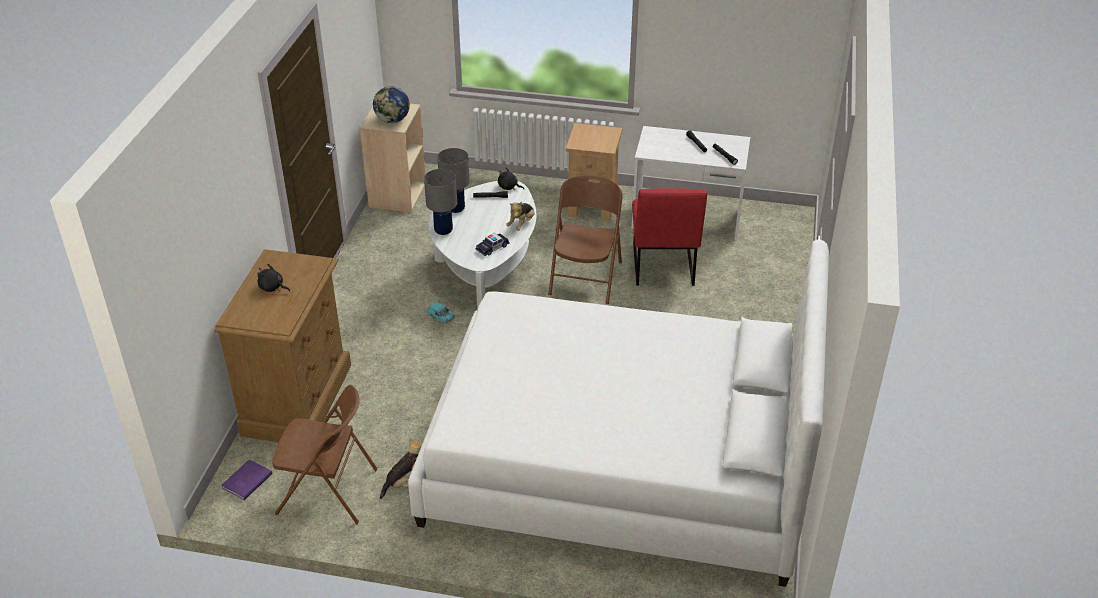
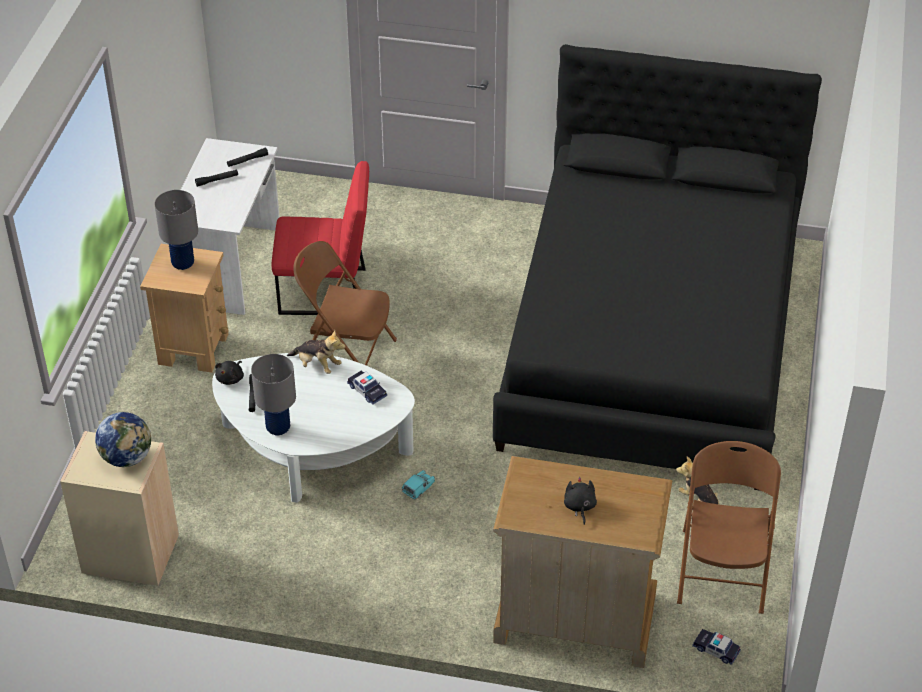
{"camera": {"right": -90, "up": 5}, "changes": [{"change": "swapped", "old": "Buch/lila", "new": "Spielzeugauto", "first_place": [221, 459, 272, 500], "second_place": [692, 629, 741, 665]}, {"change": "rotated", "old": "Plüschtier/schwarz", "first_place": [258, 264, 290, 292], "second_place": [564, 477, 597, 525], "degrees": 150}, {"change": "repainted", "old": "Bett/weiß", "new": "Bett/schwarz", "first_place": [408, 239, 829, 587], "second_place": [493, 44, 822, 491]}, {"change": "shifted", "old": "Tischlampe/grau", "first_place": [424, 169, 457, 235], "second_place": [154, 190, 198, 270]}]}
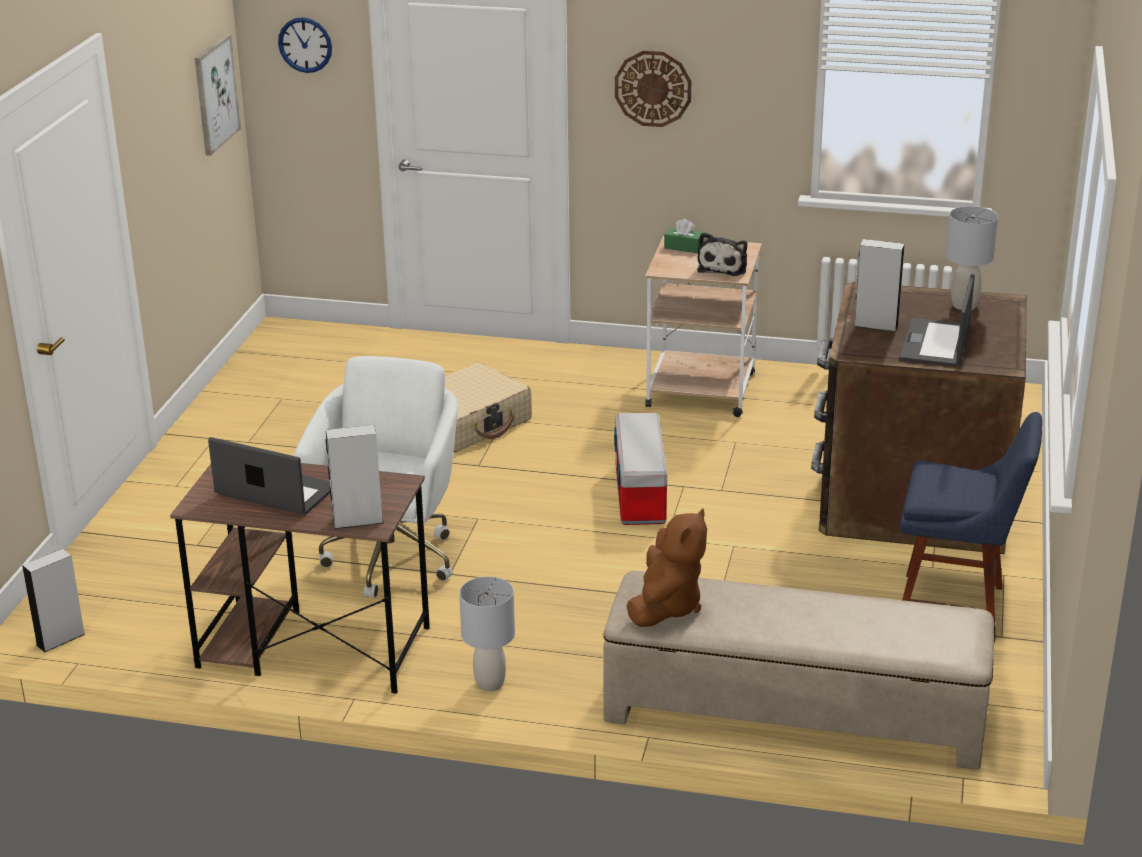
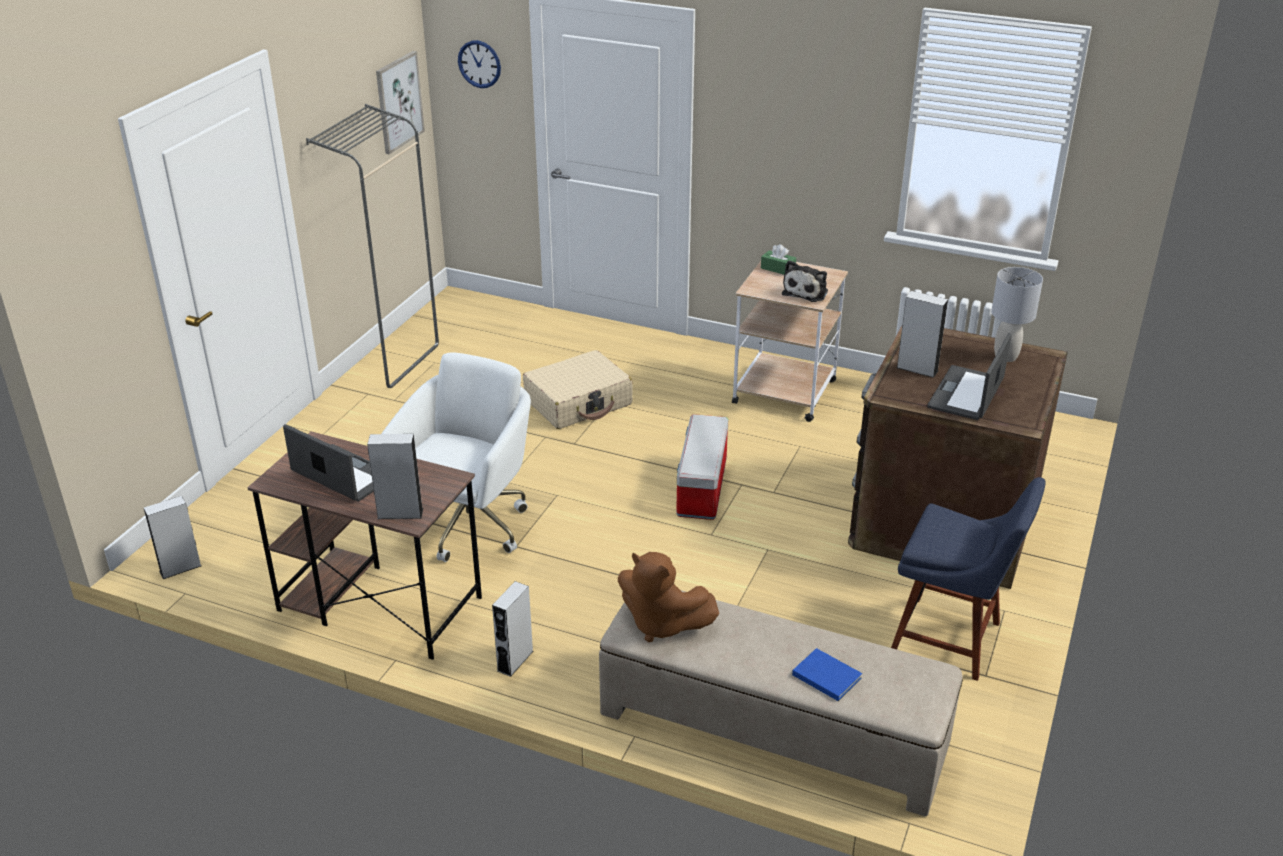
{"camera": {"right": 10, "up": 5}, "changes": [{"change": "swapped", "old": "Tischlampe/grau", "new": "Lautsprecher/grau", "first_place": [459, 577, 515, 691], "second_place": [492, 581, 533, 677]}, {"change": "gone", "old": "Wanduhr", "first_place": [615, 51, 691, 127]}, {"change": "rotated", "old": "Plüschtier/braun", "first_place": [627, 508, 707, 627], "second_place": [618, 552, 719, 642], "degrees": 90}, {"change": "new", "new": "Kleiderständer/grau", "second_place": [306, 104, 439, 388]}, {"change": "new", "new": "Buch/blau", "second_place": [792, 648, 862, 701]}]}
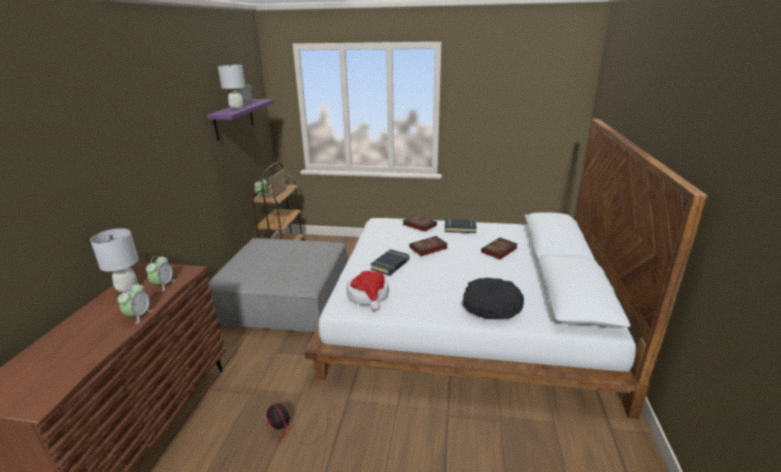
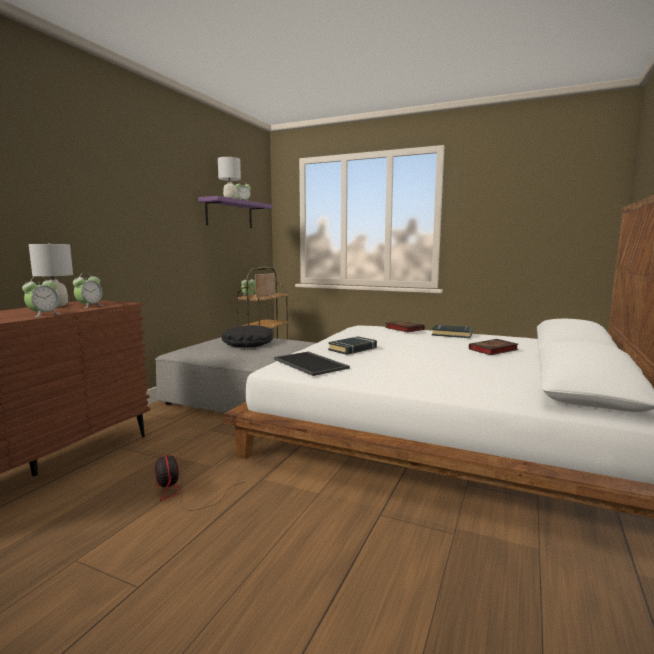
{"camera": {"right": 15, "up": -15}, "changes": [{"change": "swapped", "old": "Hut", "new": "Tablett", "first_place": [347, 271, 389, 311], "second_place": [274, 351, 350, 376]}, {"change": "gone", "old": "Buch", "first_place": [409, 236, 448, 256]}, {"change": "shifted", "old": "Kissen/schwarz", "first_place": [463, 278, 524, 319], "second_place": [222, 325, 273, 348]}]}
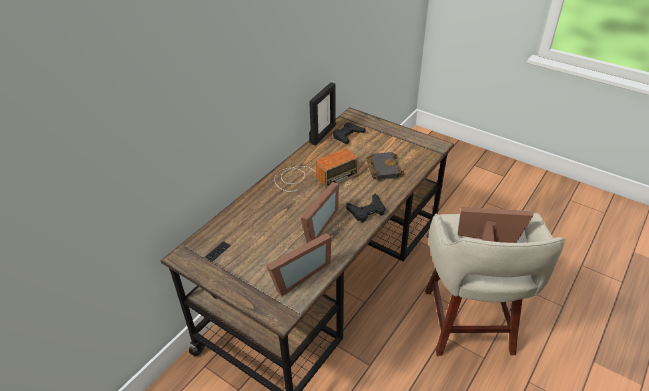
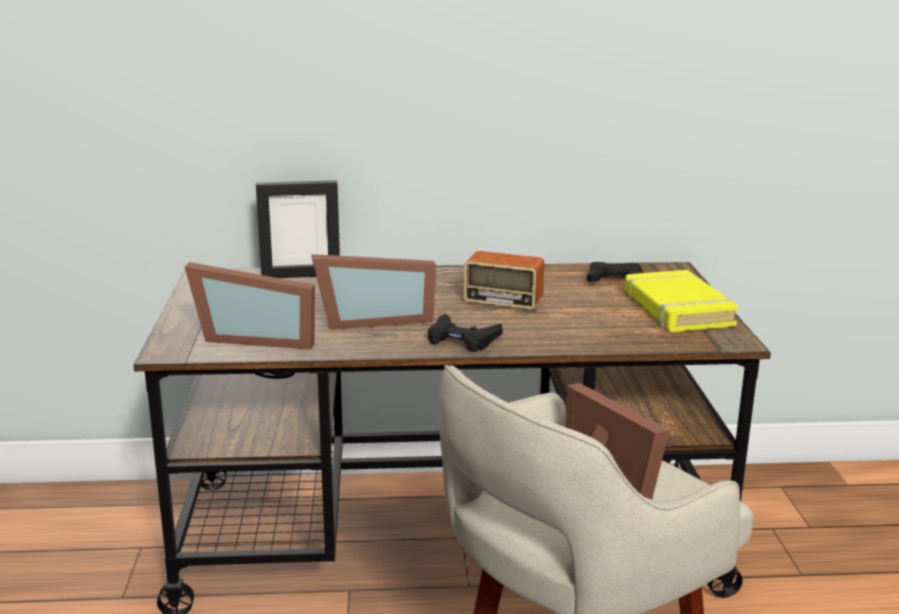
{"camera": {"right": 50, "up": -20}, "changes": [{"change": "shifted", "old": "Bilderrahmen", "first_place": [309, 82, 336, 146], "second_place": [256, 180, 340, 278]}, {"change": "gone", "old": "Buch/schwarz", "first_place": [366, 152, 404, 180]}, {"change": "new", "new": "Buch/gelb", "second_place": [625, 270, 739, 332]}]}
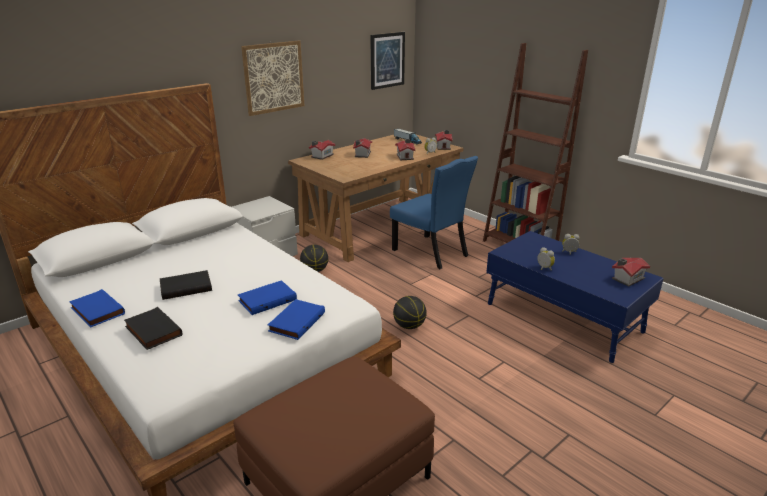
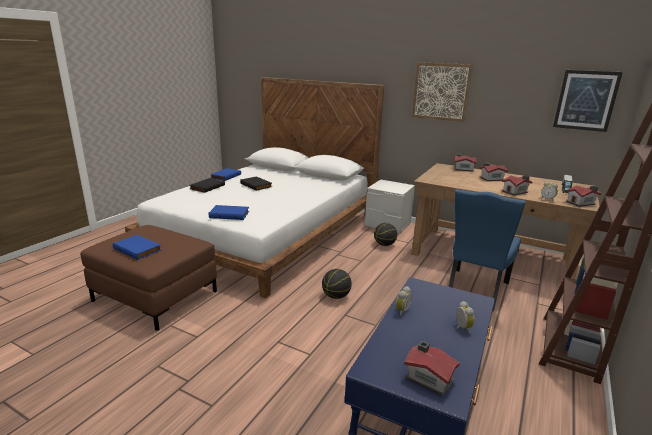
{"camera": {"right": 70, "up": -5}, "changes": [{"change": "shifted", "old": "Buch/blau", "first_place": [238, 280, 297, 315], "second_place": [113, 235, 161, 260]}]}
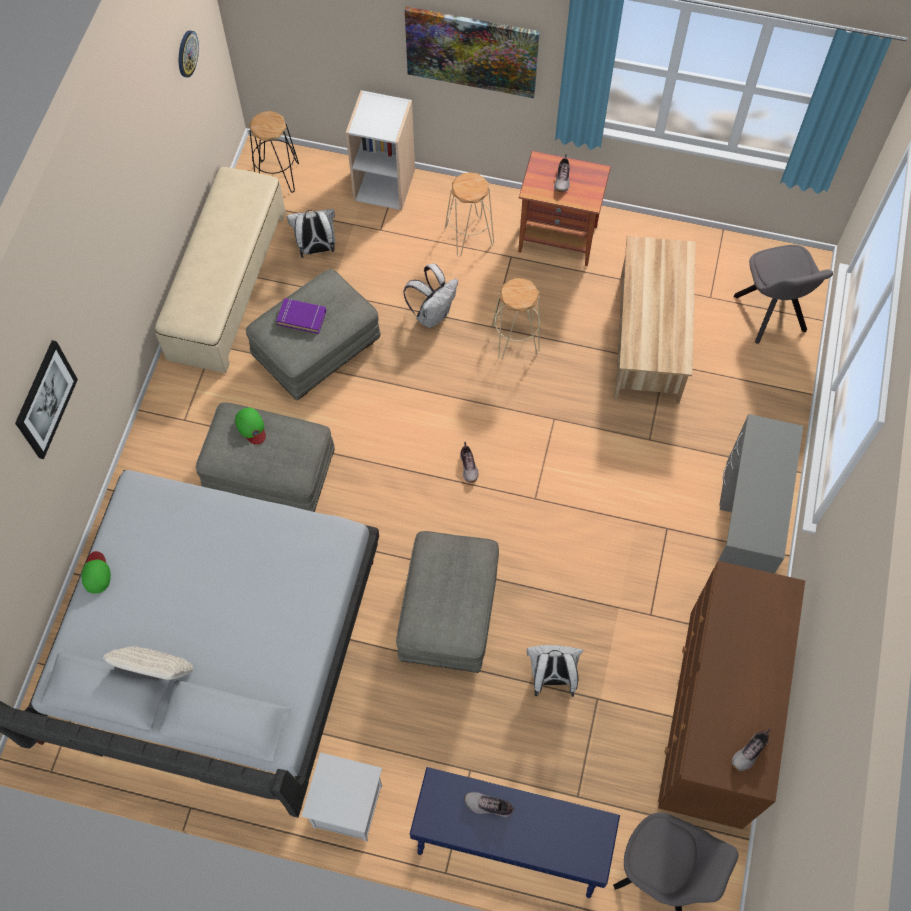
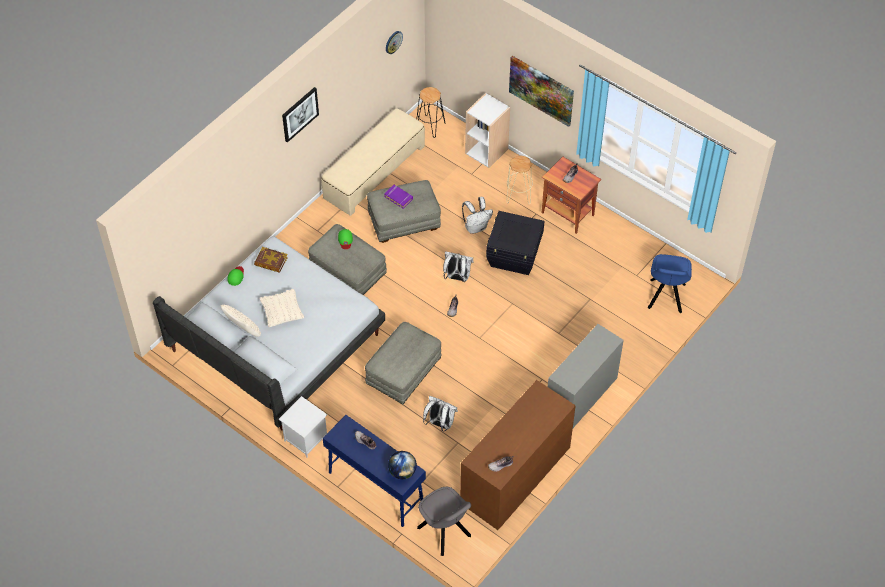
{"camera": {"right": 25, "up": -10}, "changes": [{"change": "shifted", "old": "Bild", "first_place": [15, 340, 78, 459], "second_place": [282, 87, 319, 143]}, {"change": "shifted", "old": "Rucksack/weiß", "first_place": [287, 209, 335, 258], "second_place": [443, 252, 473, 282]}, {"change": "swapped", "old": "Hocker/beige", "new": "Aufbewahrungsbox/schwarz", "first_place": [492, 278, 540, 359], "second_place": [486, 211, 545, 275]}, {"change": "gone", "old": "Couchtisch/beige", "first_place": [614, 236, 696, 404]}, {"change": "repainted", "old": "Stuhl/grau", "new": "Stuhl/blau", "first_place": [733, 245, 833, 344], "second_place": [648, 254, 692, 313]}, {"change": "new", "new": "Buch", "second_place": [254, 247, 288, 273]}, {"change": "new", "new": "Kissen/beige", "second_place": [260, 289, 304, 327]}, {"change": "new", "new": "Globus", "second_place": [388, 451, 417, 479]}]}
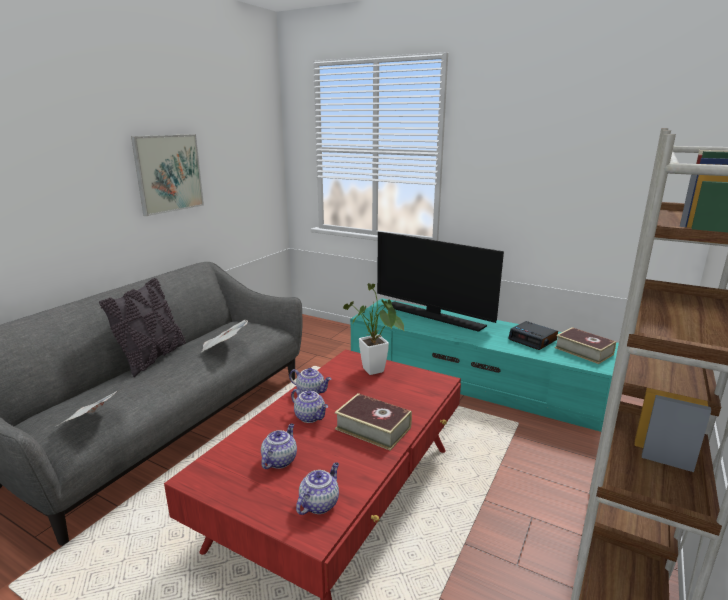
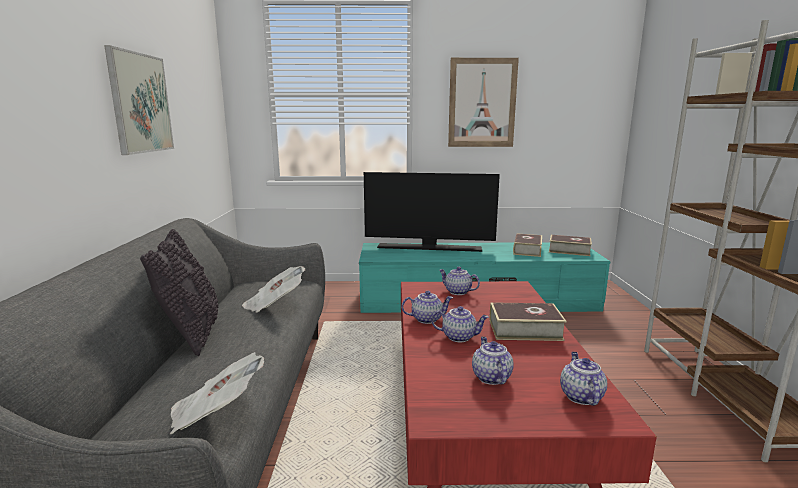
{"camera": {"right": -30, "up": -5}, "changes": [{"change": "swapped", "old": "Topfpflanze", "new": "Teekanne", "first_place": [343, 283, 405, 375], "second_place": [439, 267, 480, 295]}, {"change": "swapped", "old": "Wecker", "new": "Buch", "first_place": [508, 321, 558, 350], "second_place": [513, 234, 542, 257]}, {"change": "new", "new": "Bild", "second_place": [448, 58, 519, 147]}]}
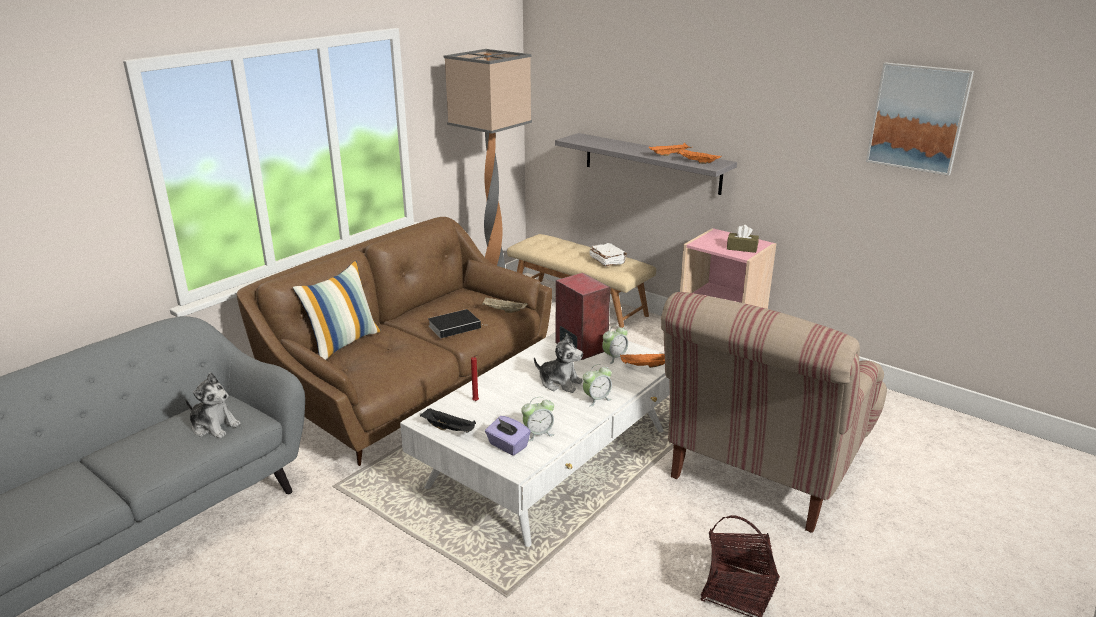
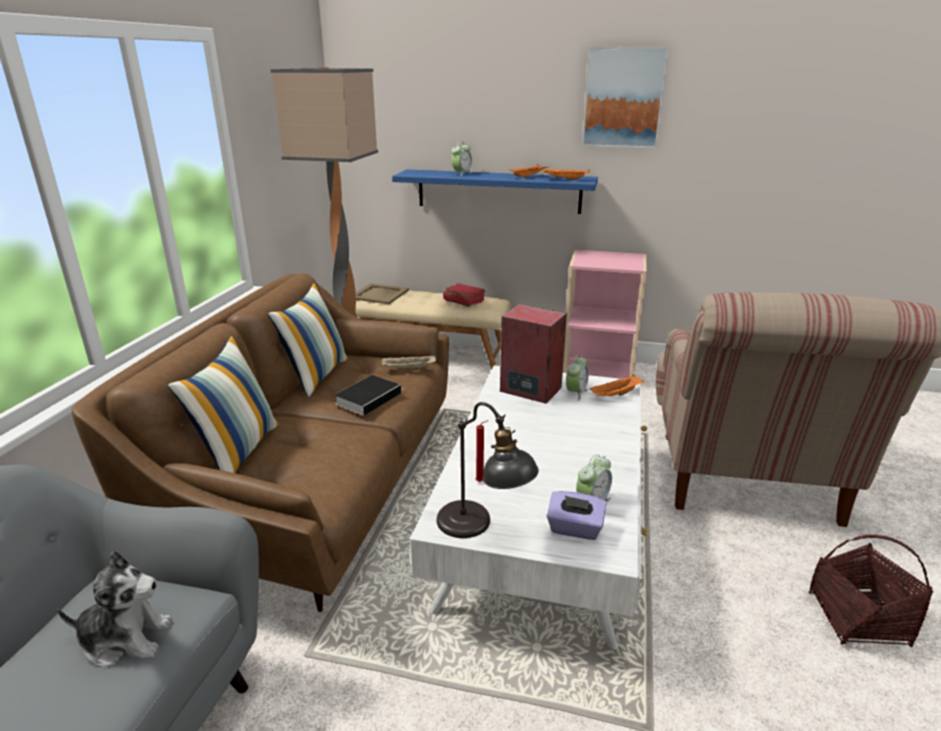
{"camera": {"right": -25, "up": 0}, "changes": [{"change": "swapped", "old": "Tablett/schwarz", "new": "Tischlampe/grau", "first_place": [420, 408, 476, 433], "second_place": [437, 402, 539, 538]}, {"change": "gone", "old": "Plüschtier", "first_place": [534, 334, 583, 393]}, {"change": "repainted", "old": "Wandregal/grau", "new": "Wandregal/blau", "first_place": [555, 133, 737, 195], "second_place": [392, 169, 598, 214]}, {"change": "shifted", "old": "Wecker", "first_place": [583, 364, 612, 407], "second_place": [452, 141, 472, 176]}, {"change": "repainted", "old": "Buch/weiß", "new": "Buch/rot", "first_place": [589, 243, 627, 266], "second_place": [443, 283, 486, 307]}, {"change": "gone", "old": "Taschentuchbox/braun", "first_place": [727, 225, 759, 253]}, {"change": "shifted", "old": "Bild", "first_place": [866, 63, 974, 176], "second_place": [582, 47, 669, 149]}, {"change": "new", "new": "Kissen", "second_place": [268, 283, 348, 397]}, {"change": "new", "new": "Tablett/beige", "second_place": [356, 283, 409, 304]}]}
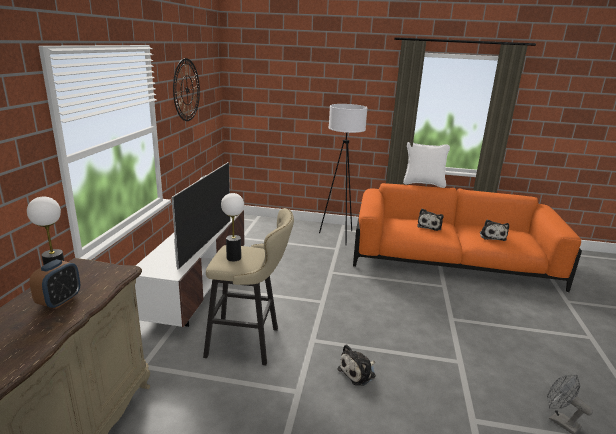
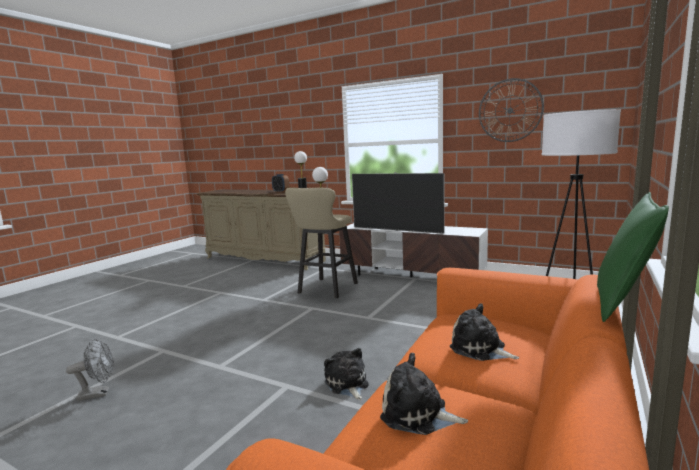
{"camera": {"right": 110, "up": -10}, "changes": [{"change": "shifted", "old": "Plüschtier", "first_place": [337, 344, 376, 386], "second_place": [324, 348, 369, 400]}, {"change": "repainted", "old": "Kissen/weiß", "new": "Kissen/grün", "first_place": [403, 142, 450, 188], "second_place": [597, 192, 669, 322]}]}
